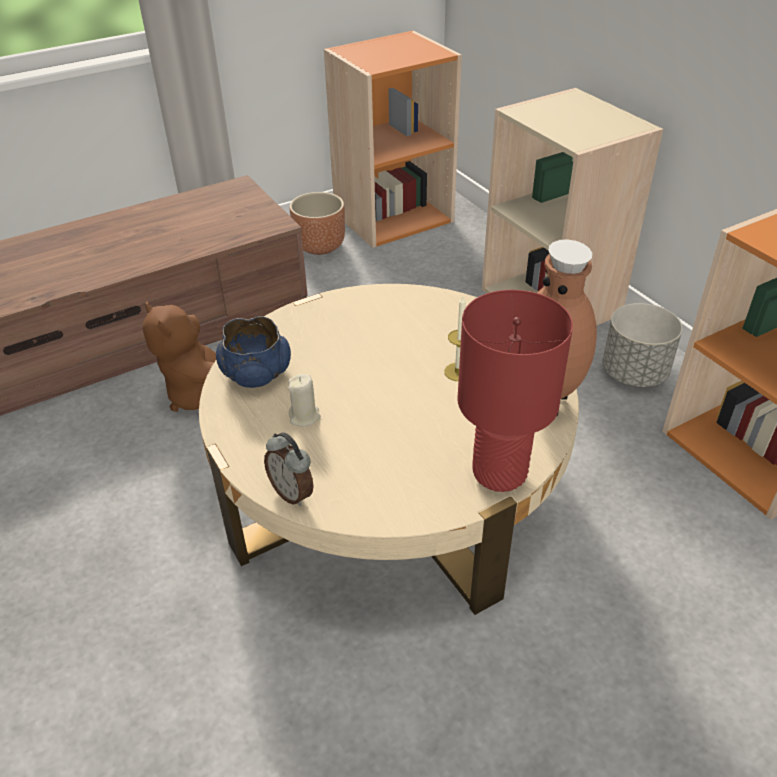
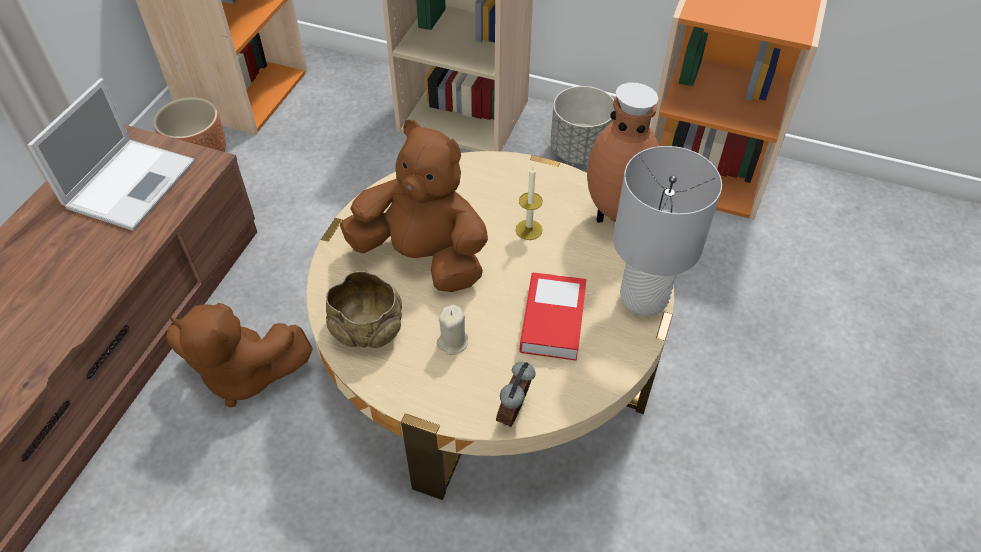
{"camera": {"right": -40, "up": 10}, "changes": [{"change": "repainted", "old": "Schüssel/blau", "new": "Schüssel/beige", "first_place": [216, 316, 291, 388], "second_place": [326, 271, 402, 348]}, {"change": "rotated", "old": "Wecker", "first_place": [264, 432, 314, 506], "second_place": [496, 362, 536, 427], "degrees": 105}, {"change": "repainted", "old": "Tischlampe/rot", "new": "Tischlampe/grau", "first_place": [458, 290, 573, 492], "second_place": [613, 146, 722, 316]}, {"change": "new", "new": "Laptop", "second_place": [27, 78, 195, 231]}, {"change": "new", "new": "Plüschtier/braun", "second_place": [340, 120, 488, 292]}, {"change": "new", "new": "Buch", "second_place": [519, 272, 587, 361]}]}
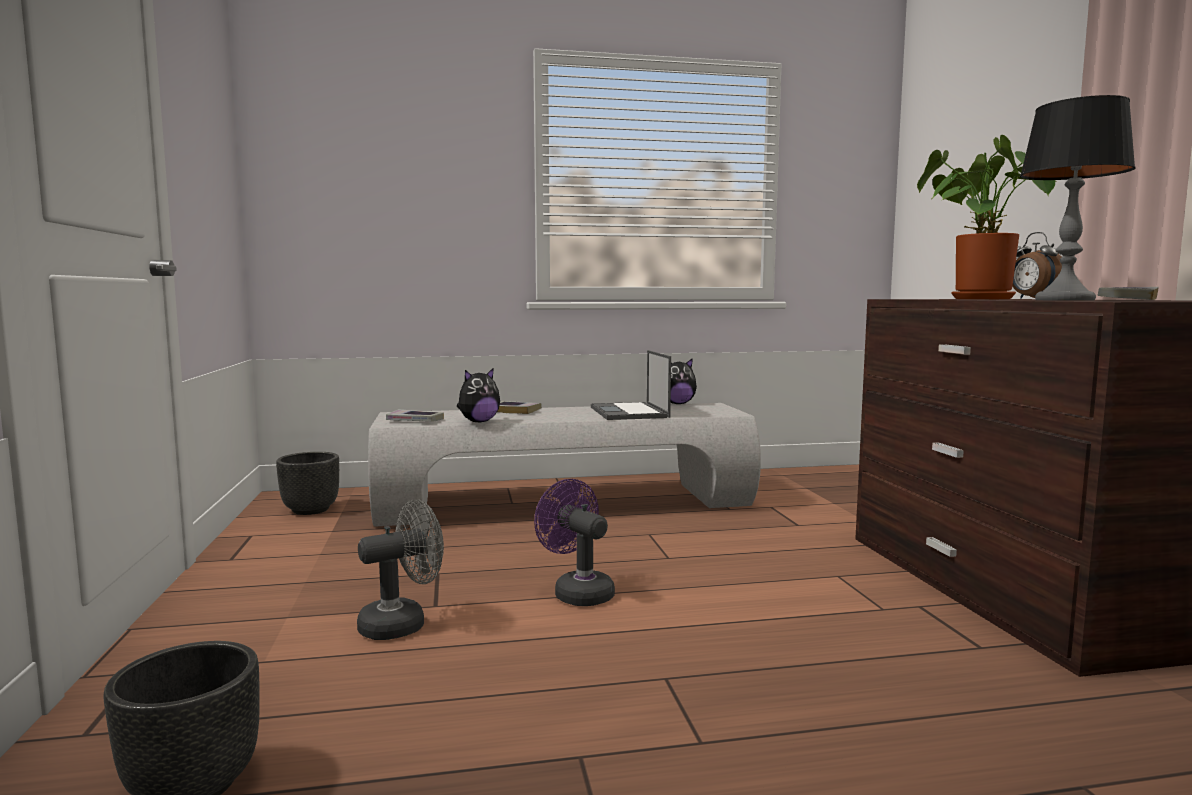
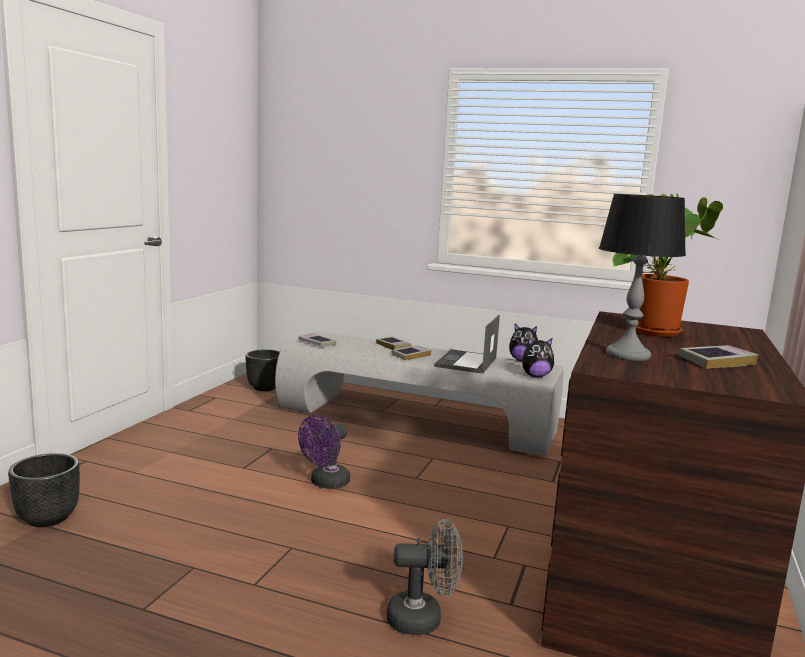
{"camera": {"right": 30, "up": 5}, "changes": [{"change": "shifted", "old": "Ventilator/grau", "first_place": [357, 499, 444, 640], "second_place": [387, 519, 463, 635]}, {"change": "shifted", "old": "Plüschtier", "first_place": [457, 368, 500, 422], "second_place": [522, 337, 554, 377]}, {"change": "rotated", "old": "Ventilator/lila", "first_place": [534, 479, 615, 606], "second_place": [298, 415, 350, 489], "degrees": -135}, {"change": "gone", "old": "Wecker", "first_place": [1013, 232, 1062, 299]}, {"change": "new", "new": "Buch", "second_place": [391, 346, 431, 360]}]}
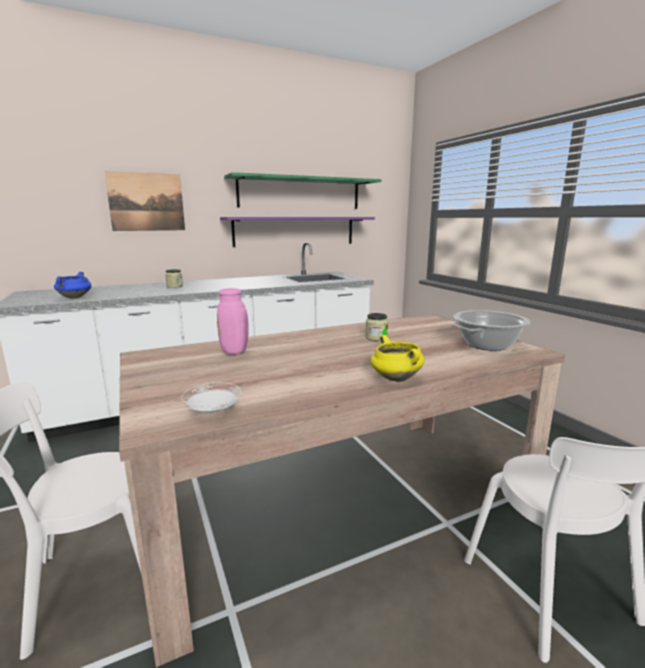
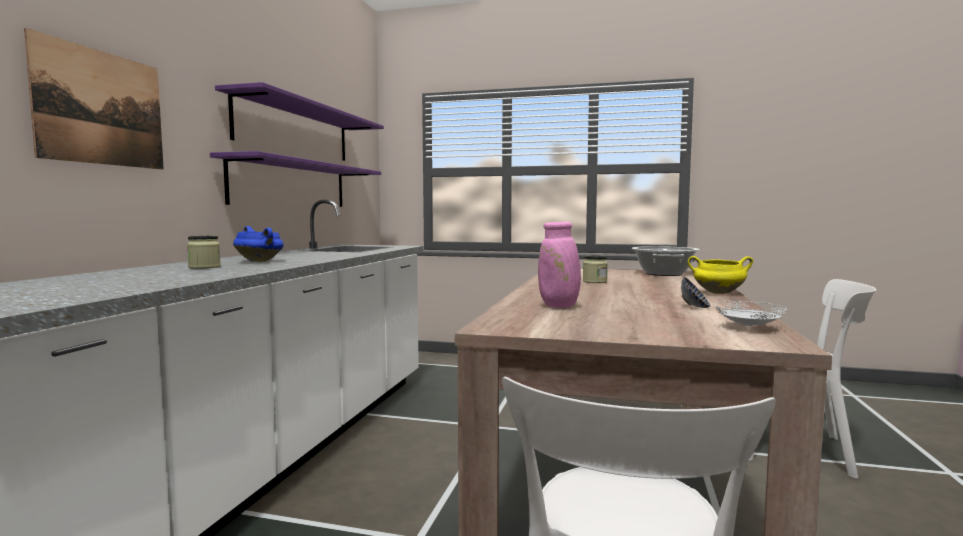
{"camera": {"right": -50, "up": -10}, "changes": [{"change": "shifted", "old": "Kochtopf/blau", "first_place": [54, 272, 92, 299], "second_place": [233, 226, 284, 262]}, {"change": "repainted", "old": "Wandregal/grün", "new": "Wandregal/lila", "first_place": [224, 172, 382, 209], "second_place": [215, 82, 384, 161]}, {"change": "new", "new": "Schüssel", "second_place": [681, 277, 711, 308]}]}
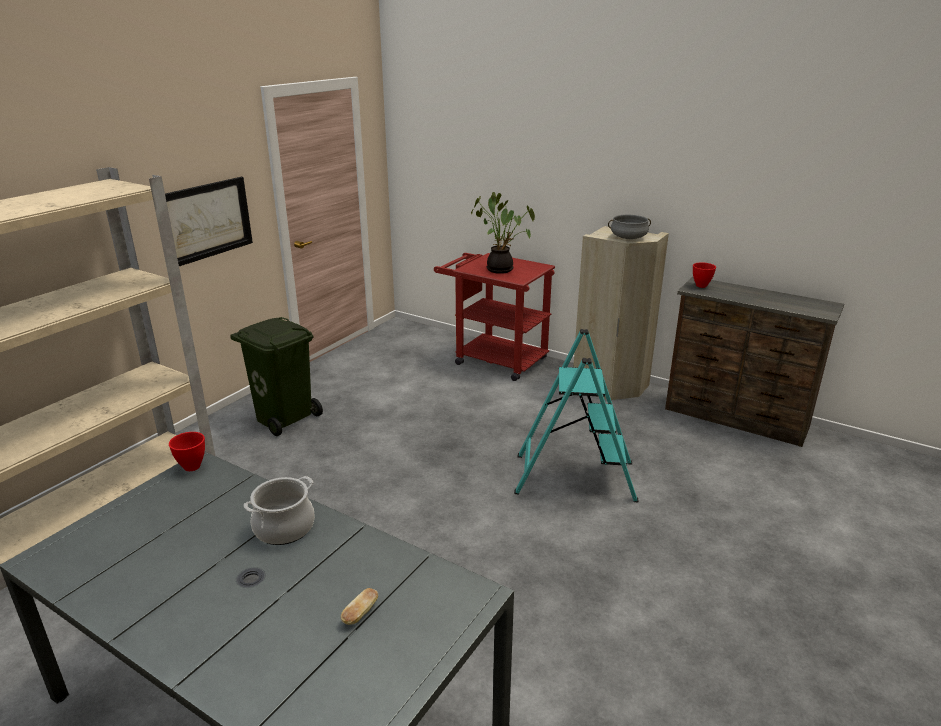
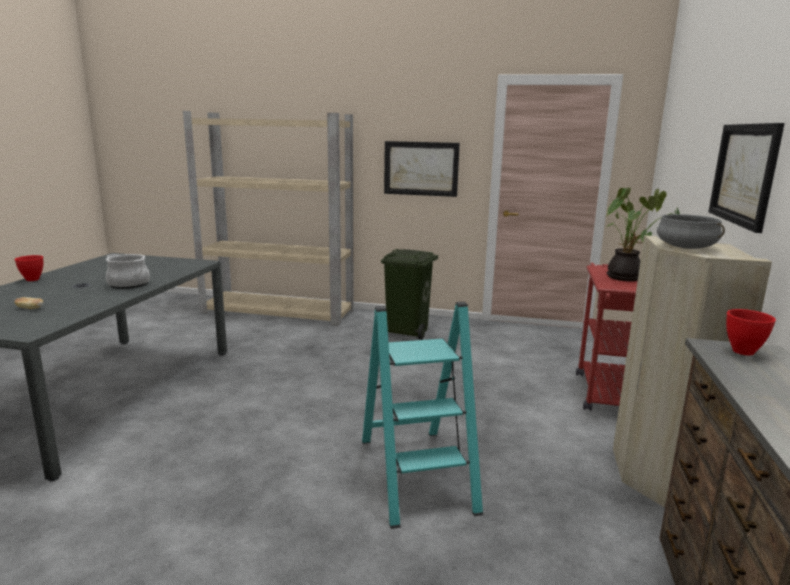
{"camera": {"right": 70, "up": -10}, "changes": [{"change": "shifted", "old": "Schüssel/rot", "first_place": [169, 432, 205, 471], "second_place": [15, 255, 43, 281]}, {"change": "new", "new": "Bild", "second_place": [708, 123, 785, 233]}]}
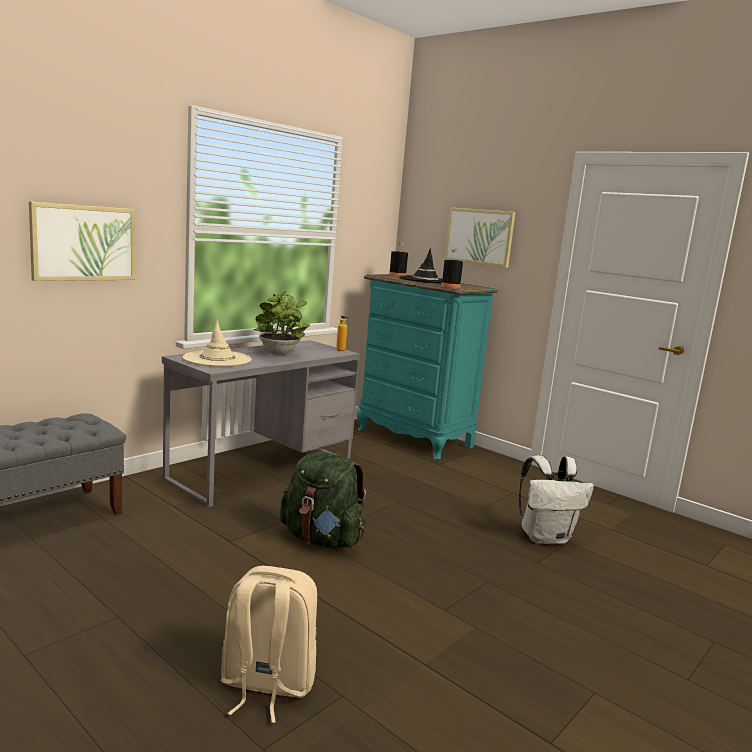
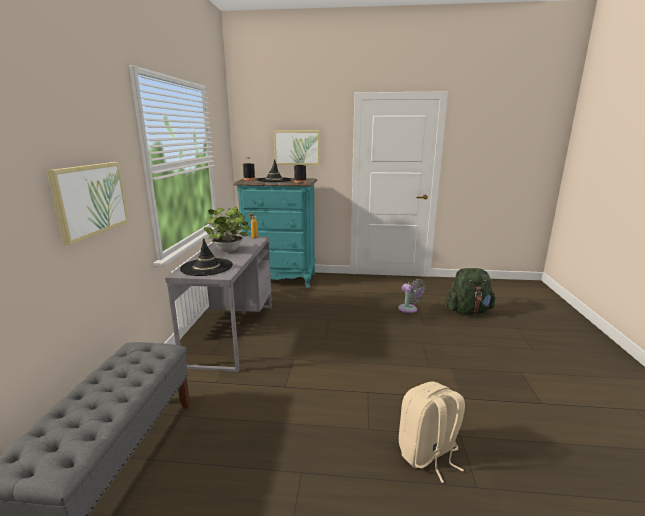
{"camera": {"right": -35, "up": 5}, "changes": [{"change": "repainted", "old": "Hut/beige", "new": "Hut/schwarz", "first_place": [183, 320, 252, 367], "second_place": [180, 238, 233, 276]}, {"change": "shifted", "old": "Rucksack/grün", "first_place": [280, 451, 366, 548], "second_place": [446, 268, 495, 315]}, {"change": "swapped", "old": "Rucksack/weiß", "new": "Ventilator/grau", "first_place": [519, 455, 594, 544], "second_place": [398, 279, 425, 313]}]}
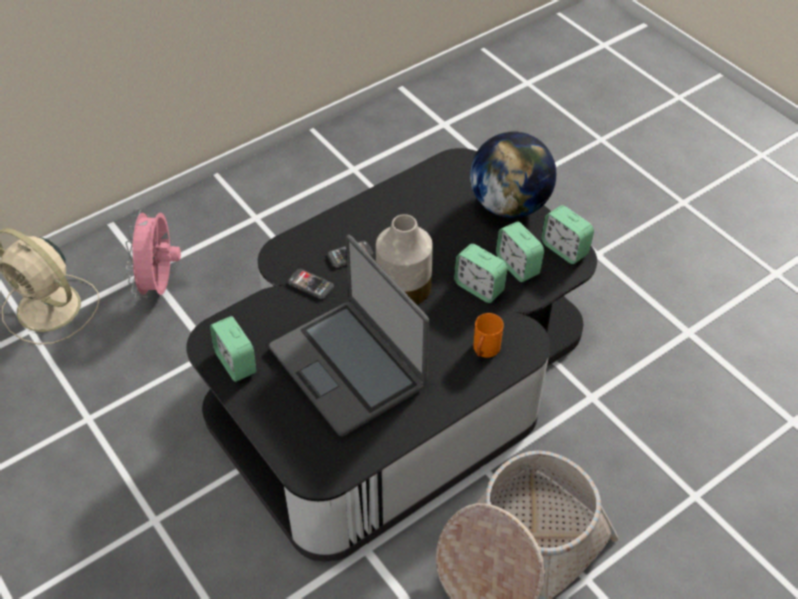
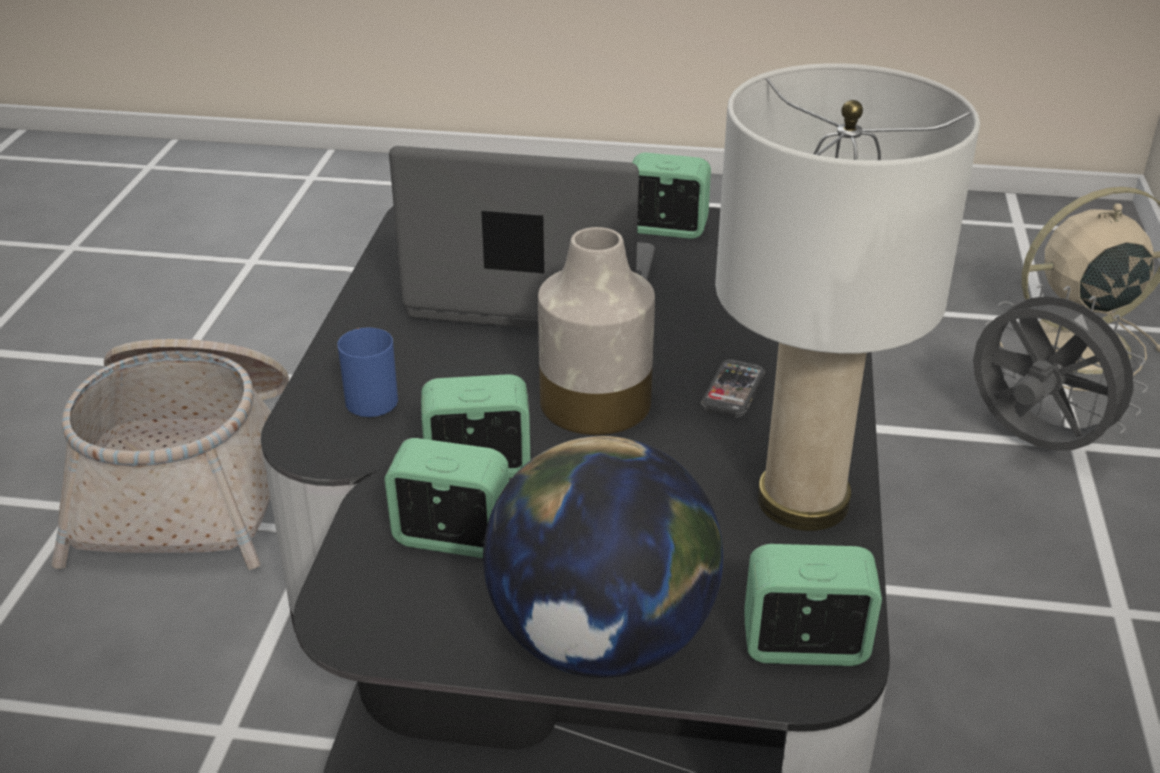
{"camera": {"right": 135, "up": -15}, "changes": [{"change": "repainted", "old": "Ventilator/rosa", "new": "Ventilator/grau", "first_place": [126, 209, 181, 300], "second_place": [973, 284, 1148, 451]}, {"change": "gone", "old": "Handy", "first_place": [288, 269, 334, 299]}, {"change": "repainted", "old": "Henkelbecher/orange", "new": "Henkelbecher/blau", "first_place": [473, 313, 504, 358], "second_place": [337, 327, 398, 417]}, {"change": "shifted", "old": "Wecker", "first_place": [541, 205, 594, 264], "second_place": [744, 544, 882, 666]}, {"change": "new", "new": "Tischlampe/weiß", "second_place": [715, 63, 980, 531]}]}
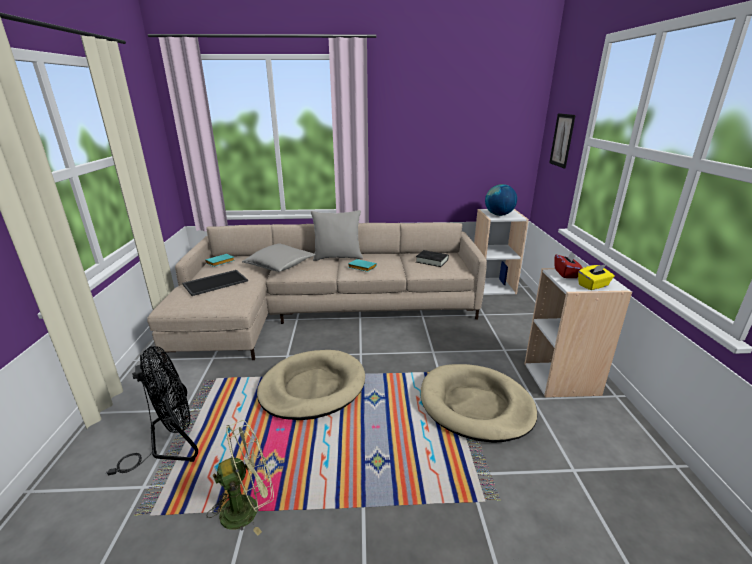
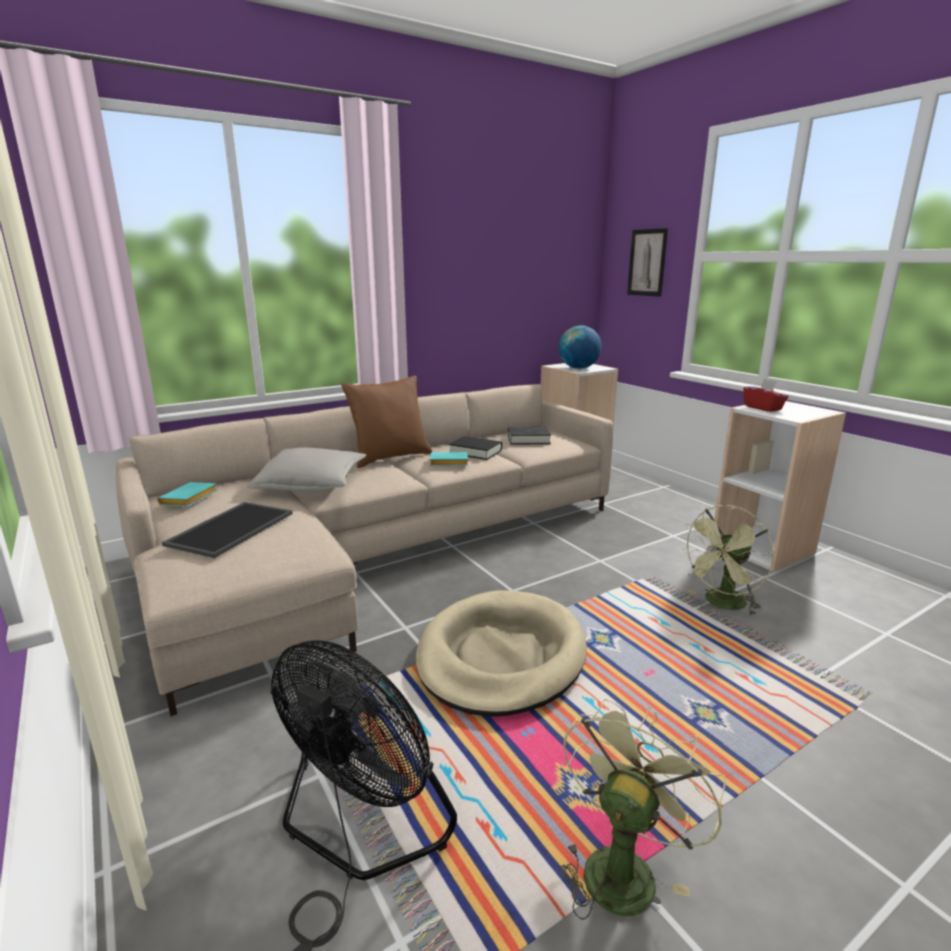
{"camera": {"right": -30, "up": -5}, "changes": [{"change": "repainted", "old": "Kissen/grau", "new": "Kissen/braun", "first_place": [311, 210, 363, 261], "second_place": [341, 376, 432, 468]}, {"change": "swapped", "old": "Hundebett/beige", "new": "Ventilator/grün", "first_place": [421, 364, 538, 443], "second_place": [679, 505, 774, 616]}, {"change": "gone", "old": "Taschentuchbox/gelb", "first_place": [578, 264, 614, 290]}, {"change": "new", "new": "Buch/schwarz", "second_place": [449, 436, 502, 460]}]}
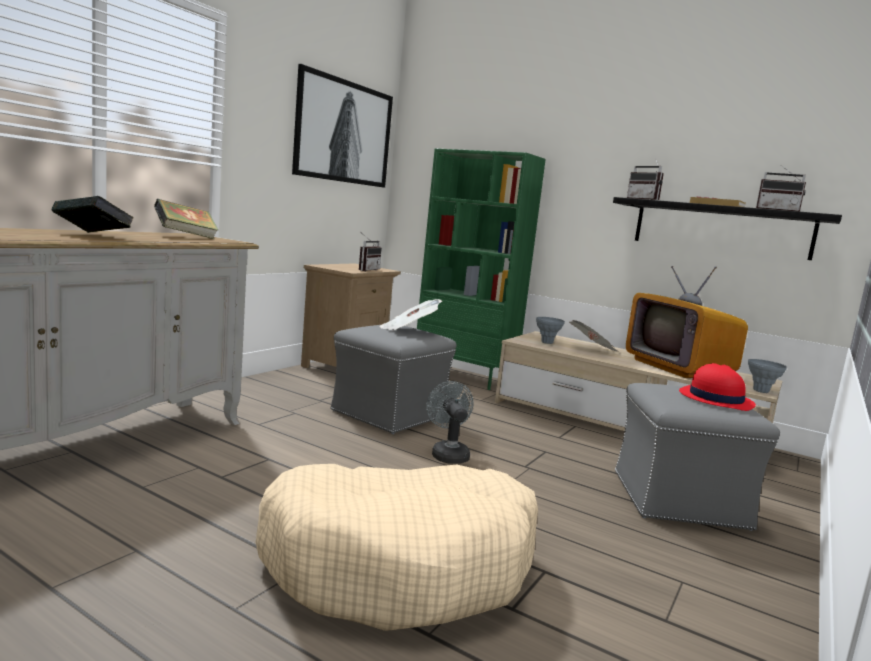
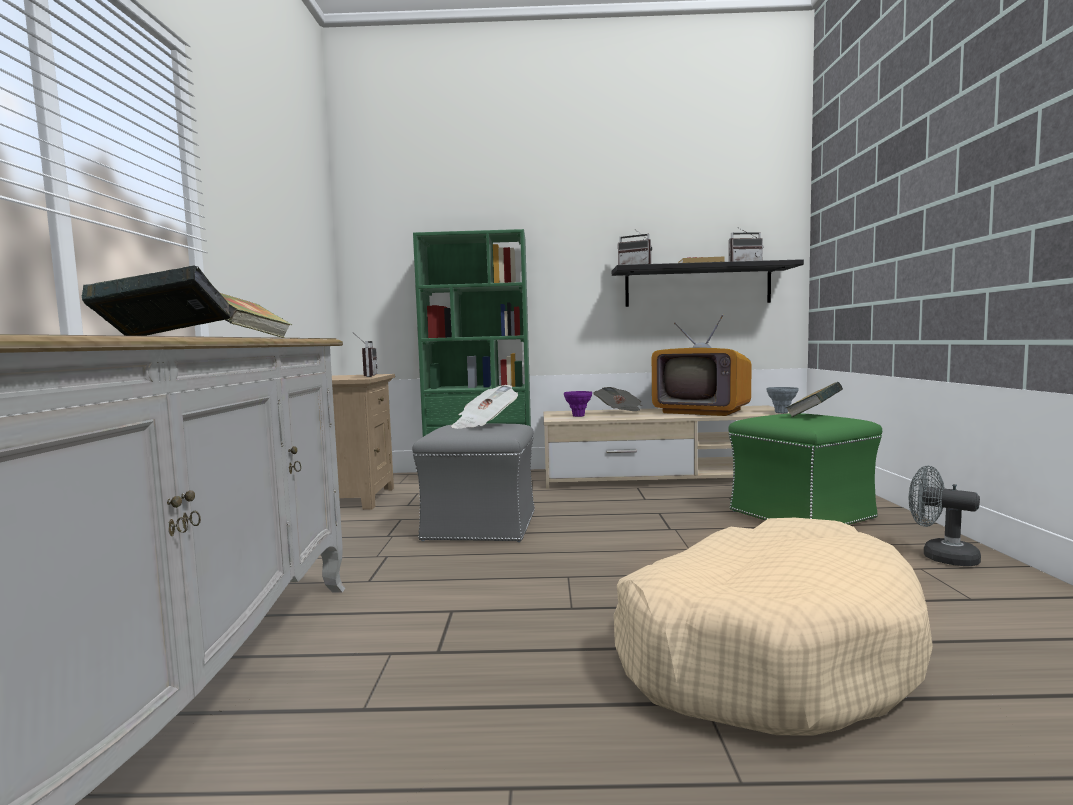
{"camera": {"right": -30, "up": -5}, "changes": [{"change": "gone", "old": "Bild", "first_place": [292, 64, 393, 188]}, {"change": "shifted", "old": "Ventilator/grau", "first_place": [426, 381, 474, 464], "second_place": [909, 465, 981, 566]}, {"change": "repainted", "old": "Vase/grau", "new": "Vase/lila", "first_place": [536, 317, 565, 344], "second_place": [564, 391, 592, 417]}, {"change": "repainted", "old": "Polsterhocker/grau", "new": "Polsterhocker/grün", "first_place": [615, 383, 780, 531], "second_place": [728, 413, 882, 525]}, {"change": "swapped", "old": "Hut/rot", "new": "Buch", "first_place": [679, 363, 756, 411], "second_place": [786, 382, 843, 417]}]}
